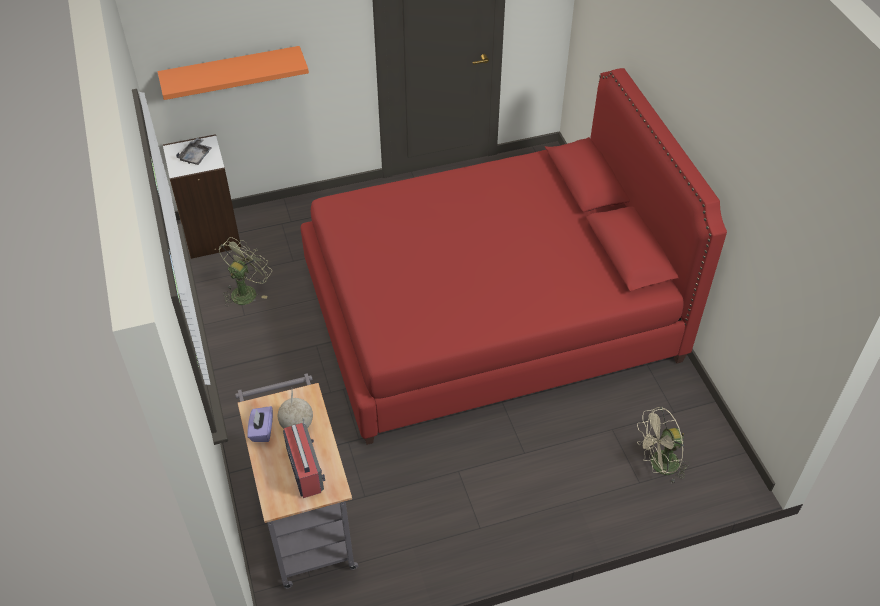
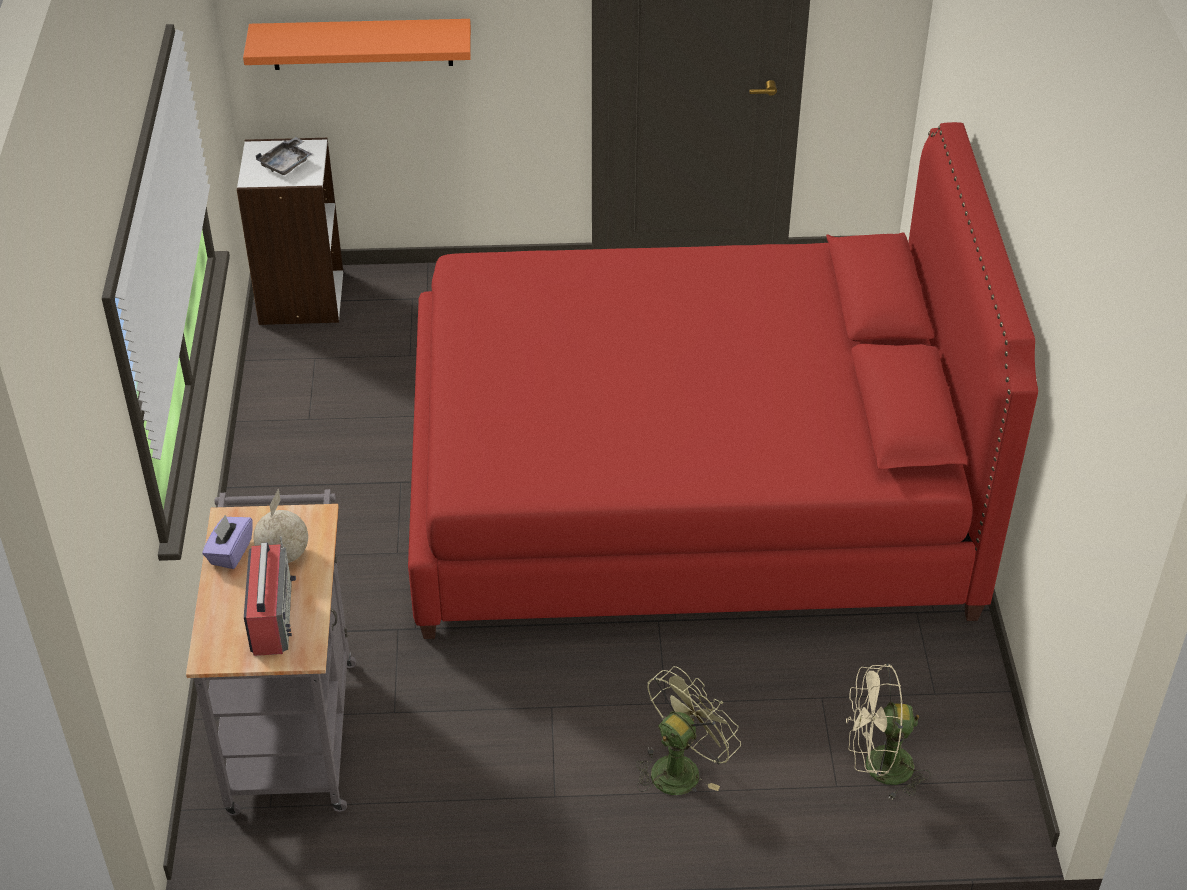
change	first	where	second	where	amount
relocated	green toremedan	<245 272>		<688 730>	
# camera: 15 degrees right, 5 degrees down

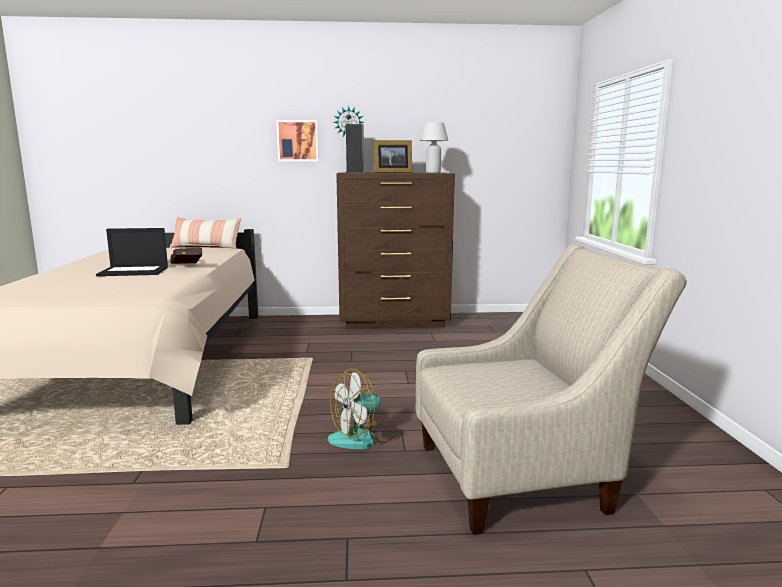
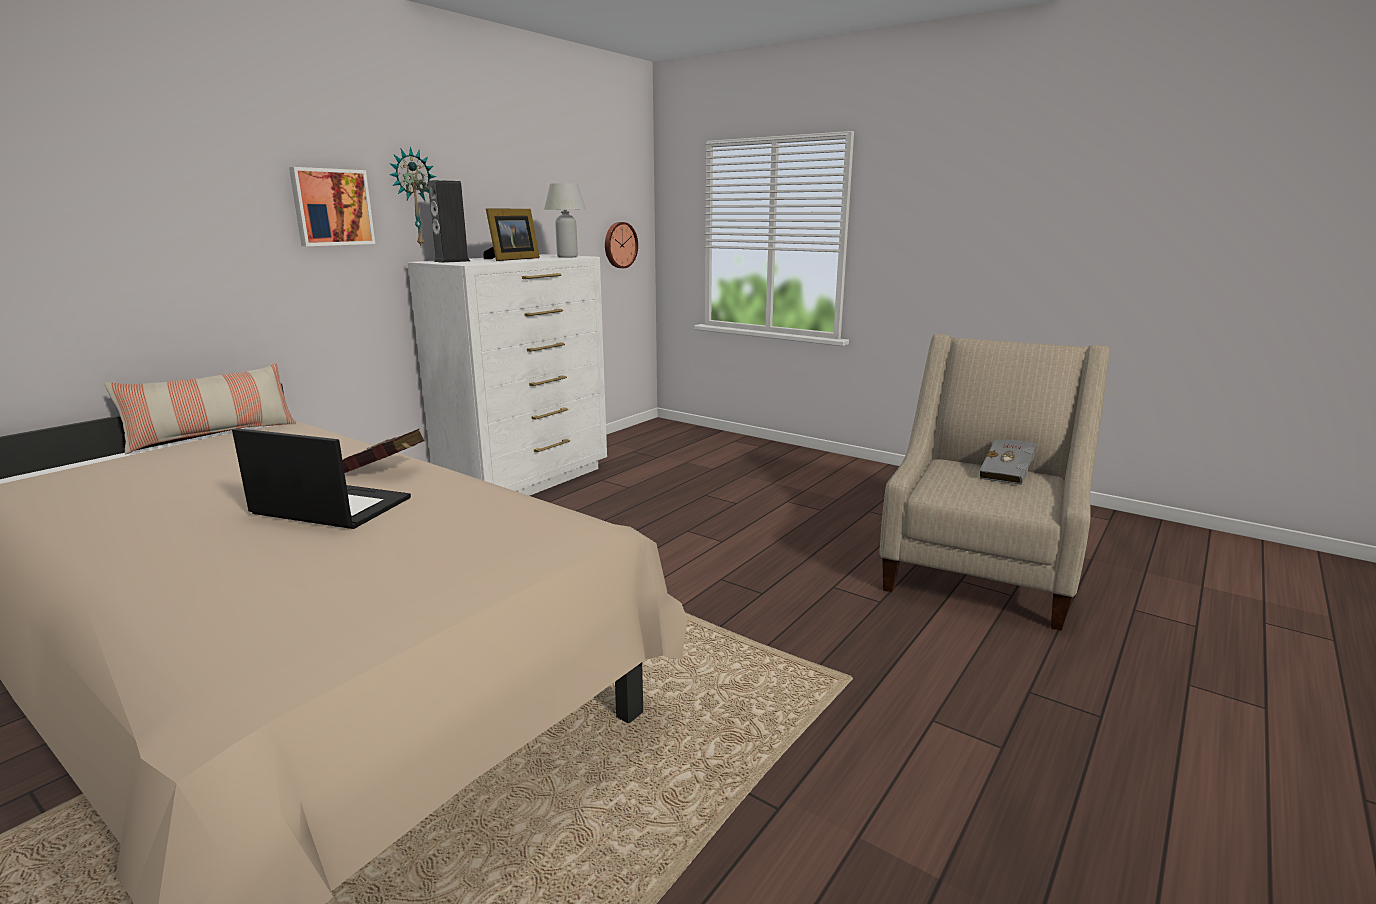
change	first	where	second	where	amount
spun	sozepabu	<132 252>		<321 478>	105 degrees counterclockwise
colour	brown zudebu	<395 251>	white zudebu	<507 375>	
appeared			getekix	<621 245>	
appeared			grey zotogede	<1008 462>	
missing	toremedan	<361 409>			
# camera: 50 degrees left, 5 degrees up

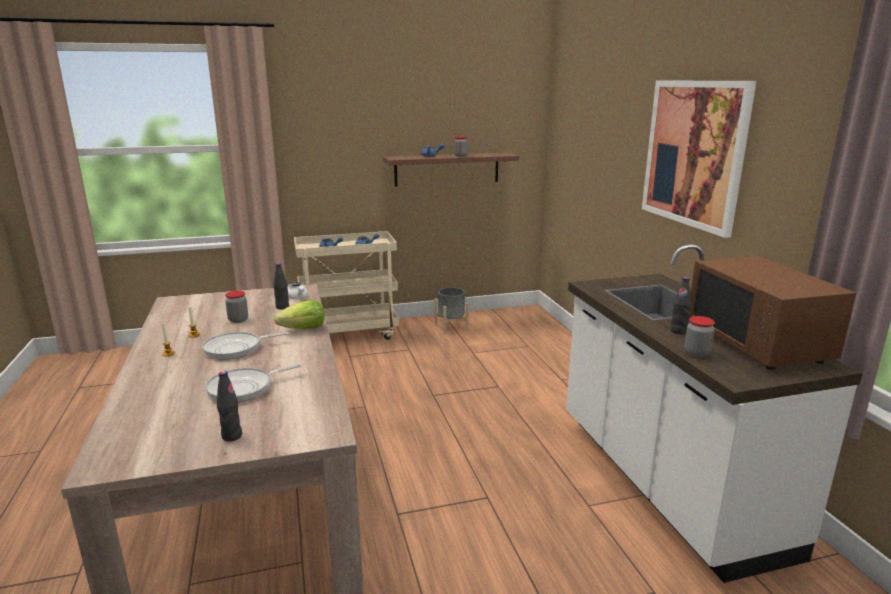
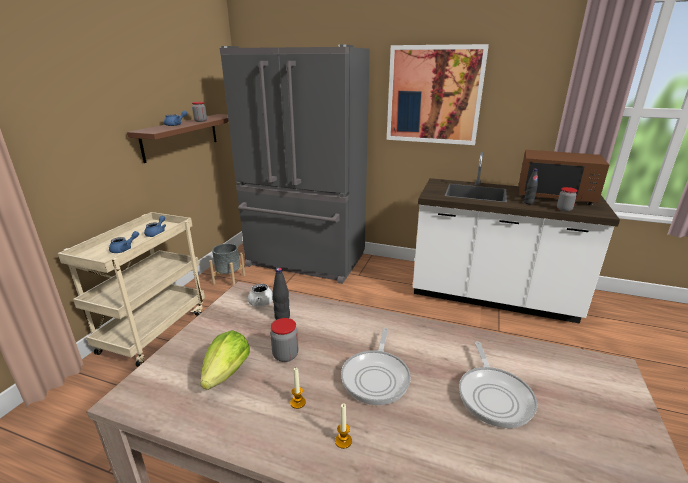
change	first	where	second	where	amount
relocated	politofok	<299 314>		<225 360>	
appeared			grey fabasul	<295 164>	
missing	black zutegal	<229 406>			
# camera: 55 degrees left, 5 degrees up

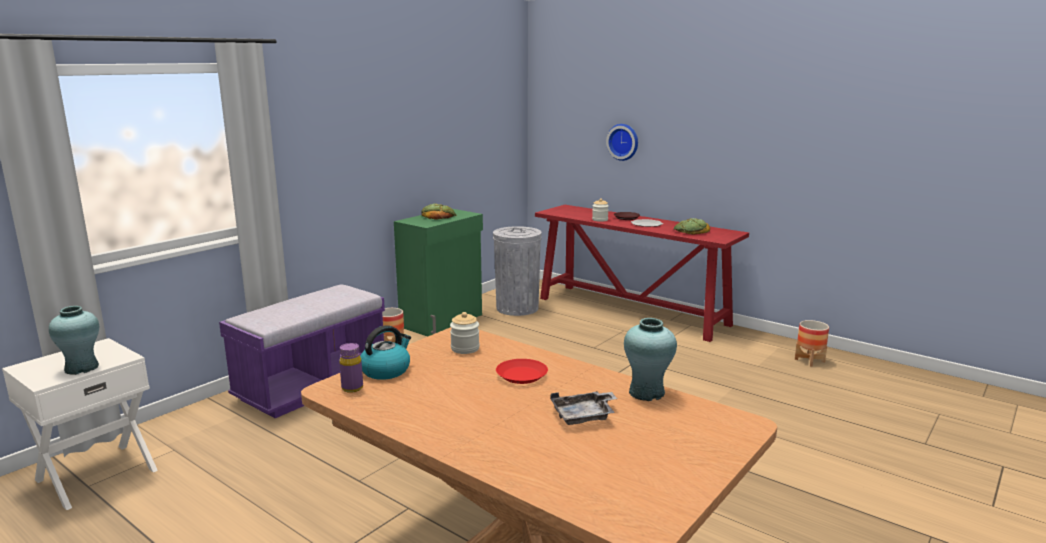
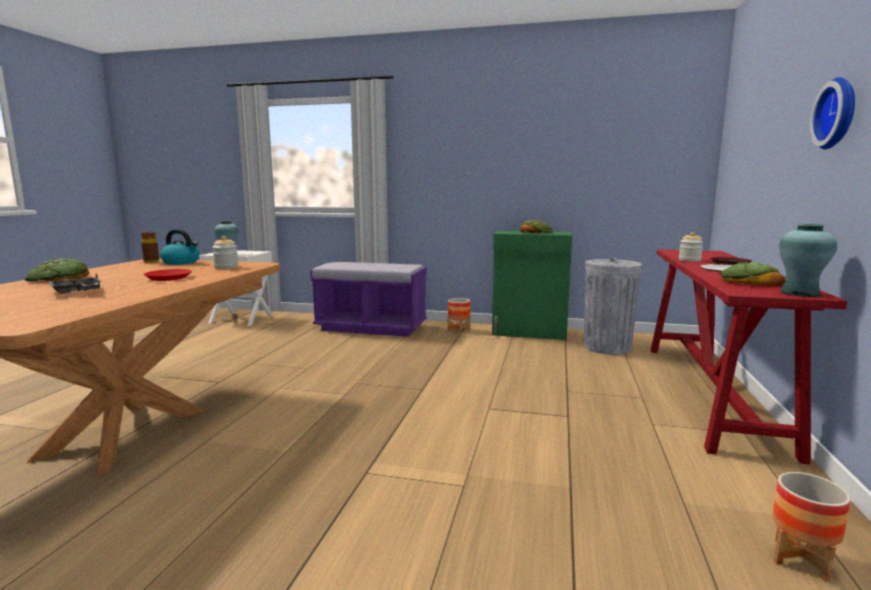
change	first	where	second	where	amount
appeared			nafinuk	<57 270>	
colour	purple zutegal	<351 368>	brown zutegal	<150 247>	
relocated	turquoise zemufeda	<650 359>		<808 260>	
relocated	getekix	<622 142>		<832 113>	
# camera: 65 degrees right, 5 degrees down

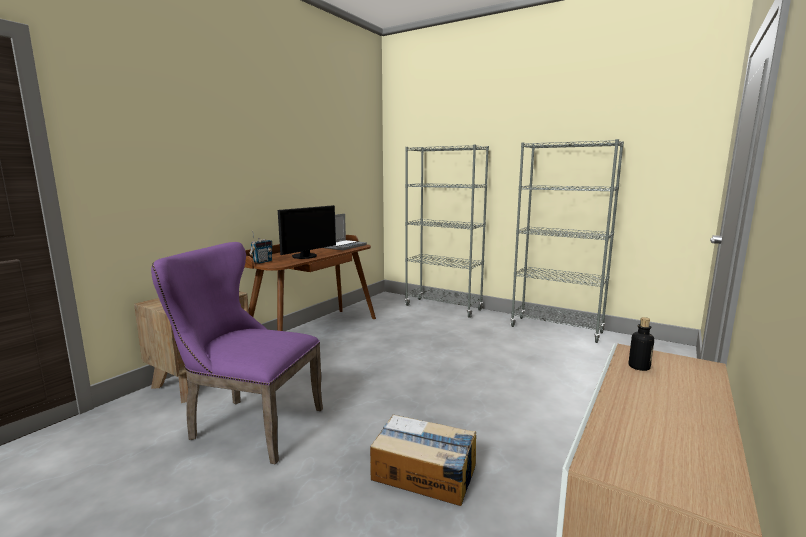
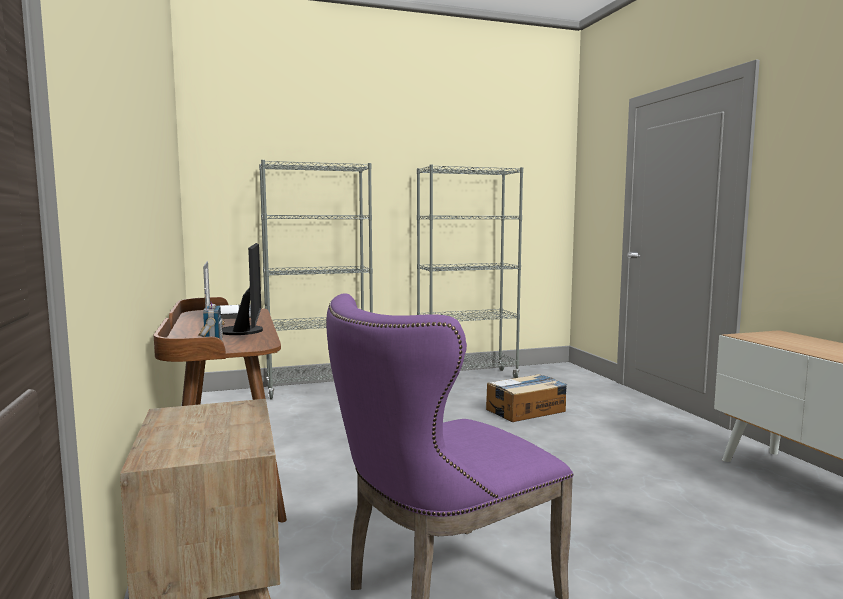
change	first	where	second	where	amount
relocated	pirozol	<423 460>		<526 398>	
missing	zutegal	<641 344>			
# camera: 50 degrees left, 5 degrees down

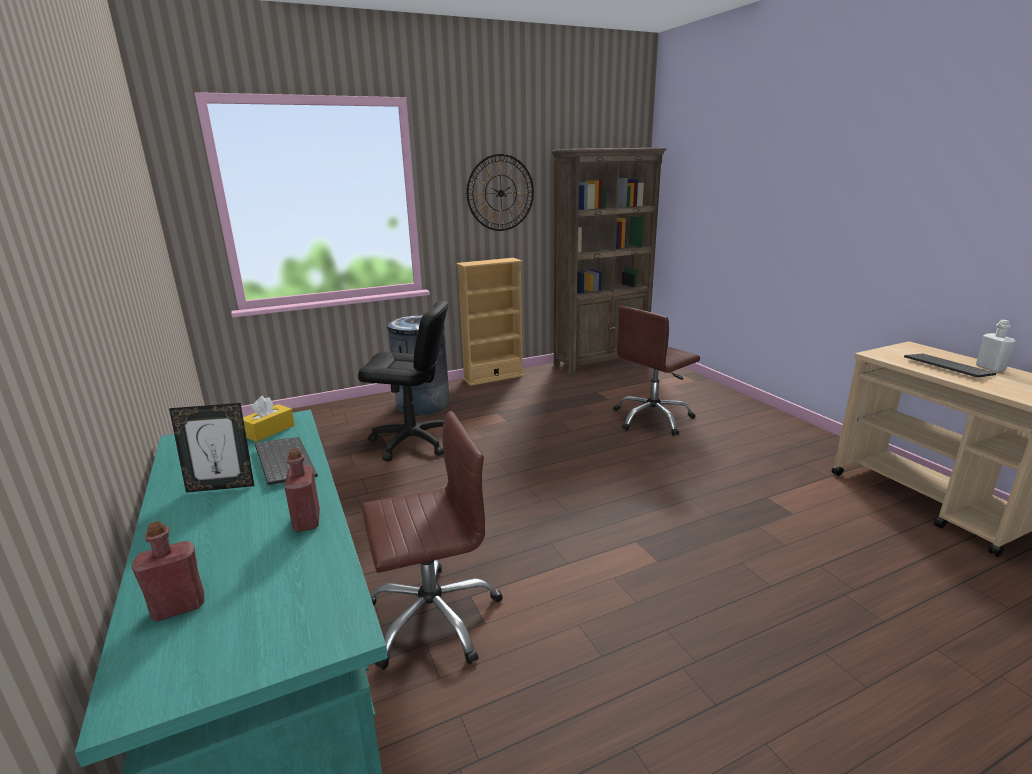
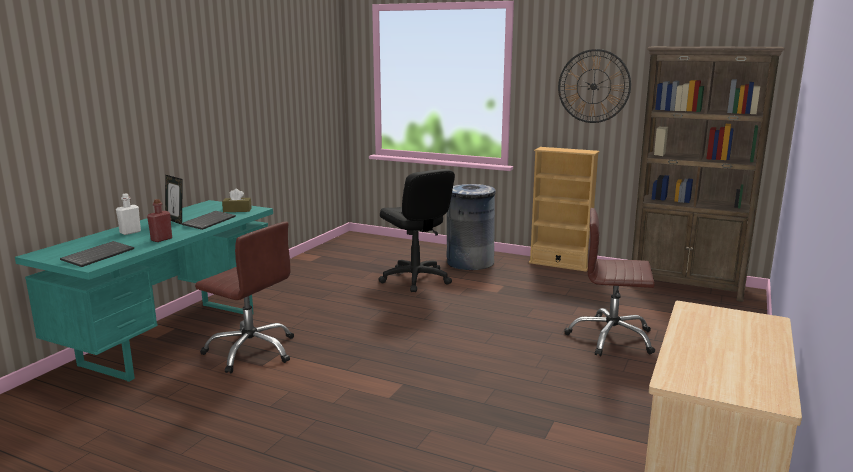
change	first	where	second	where	amount
relocated	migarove	<950 366>		<97 254>	
relocated	white zutegal	<996 346>		<128 214>	
colour	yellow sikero	<269 419>	brown sikero	<237 200>	
missing	red zutegal	<168 571>			
# camera: 50 degrees right, 5 degrees down

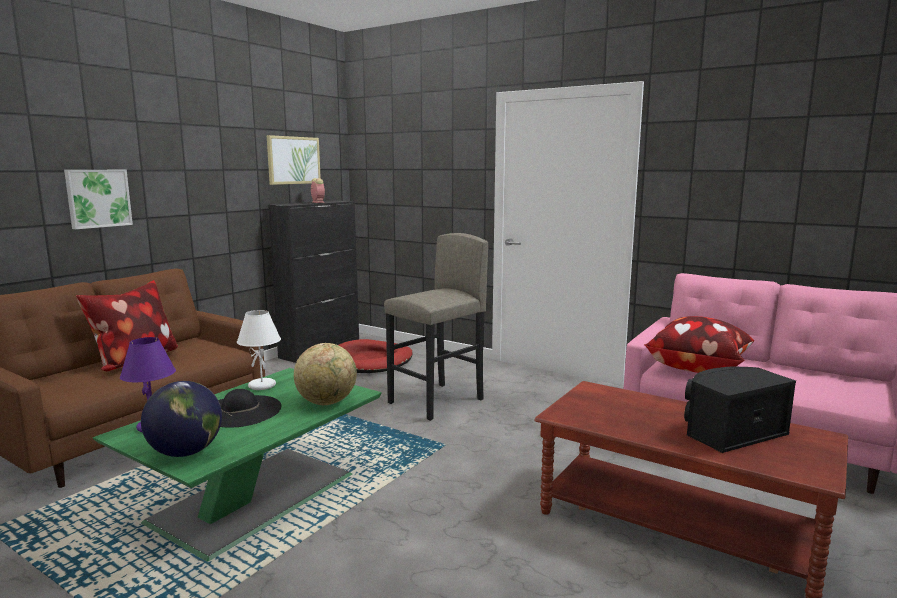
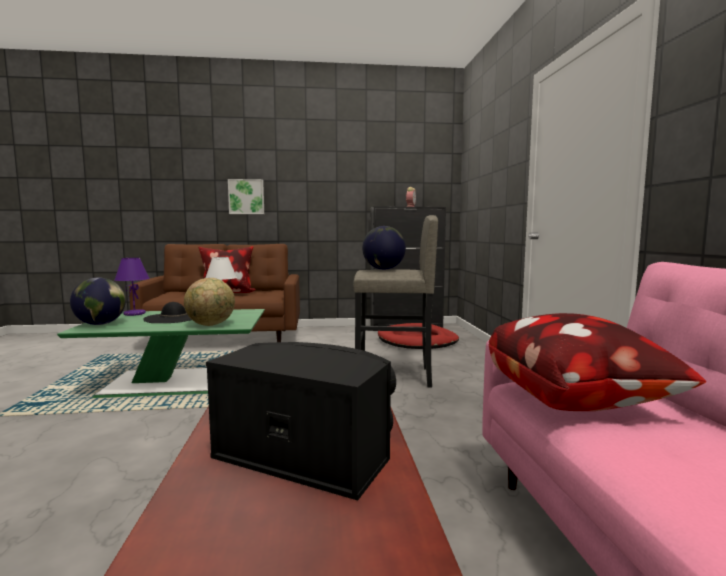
change	first	where	second	where	amount
appeared			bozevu	<384 248>	
missing	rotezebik	<294 160>			
# camera: 50 degrees right, 5 degrees down

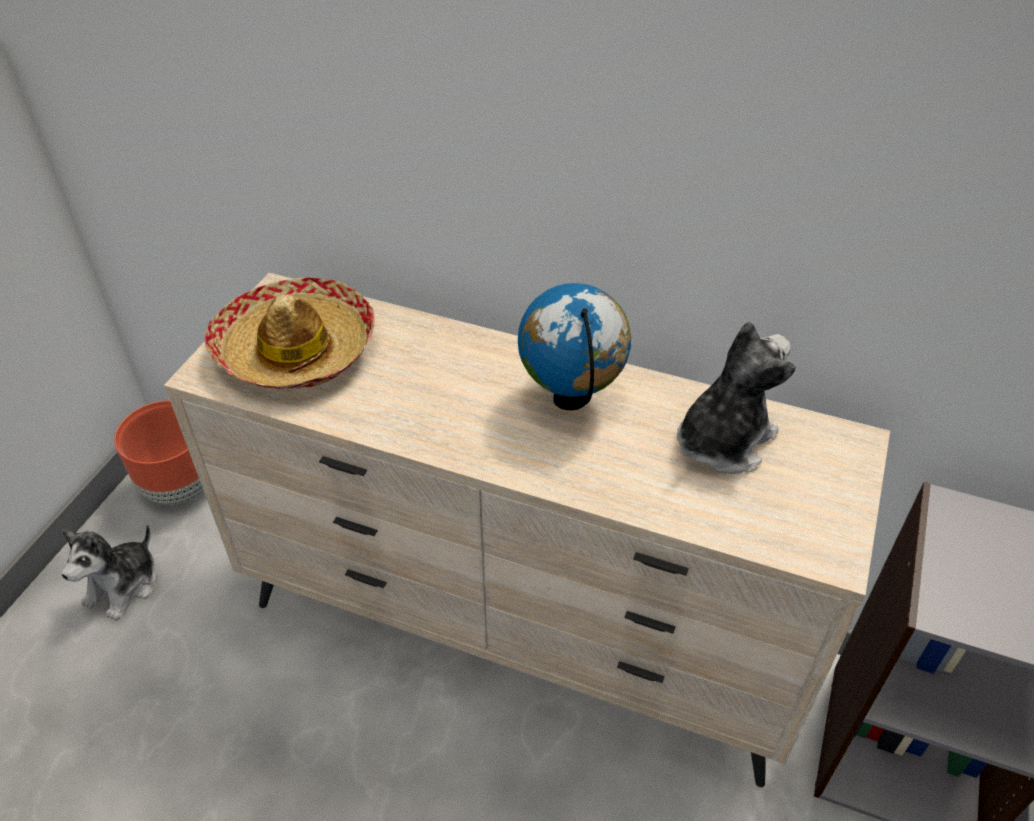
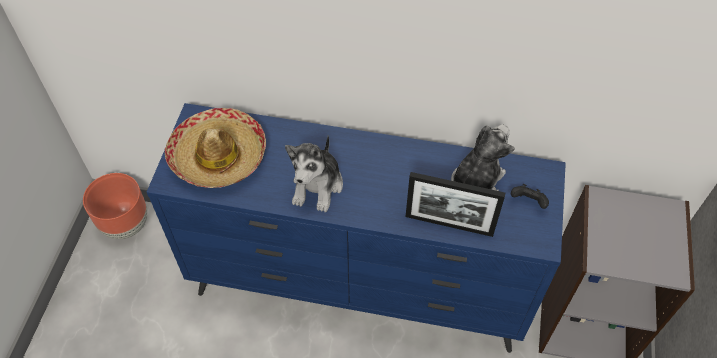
change	first	where	second	where	amount
colour	beige zudebu	<527 530>	blue zudebu	<356 228>	
relocated	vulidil	<109 572>		<314 173>	
appeared			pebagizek	<455 204>	
appeared			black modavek	<530 196>	
missing	bozevu	<574 346>			
# camera: 10 degrees left, 10 degrees up

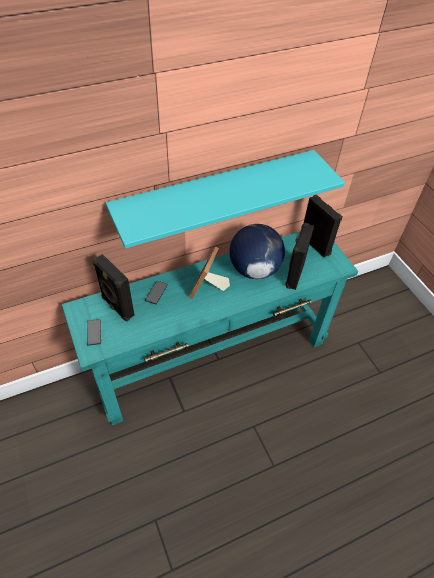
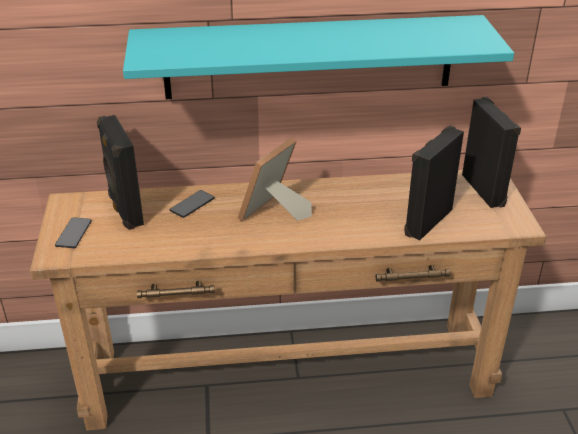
change	first	where	second	where	amount
colour	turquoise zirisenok	<210 328>	brown zirisenok	<288 300>	
missing	bozevu	<257 251>			
# camera: 20 degrees right, 15 degrees down

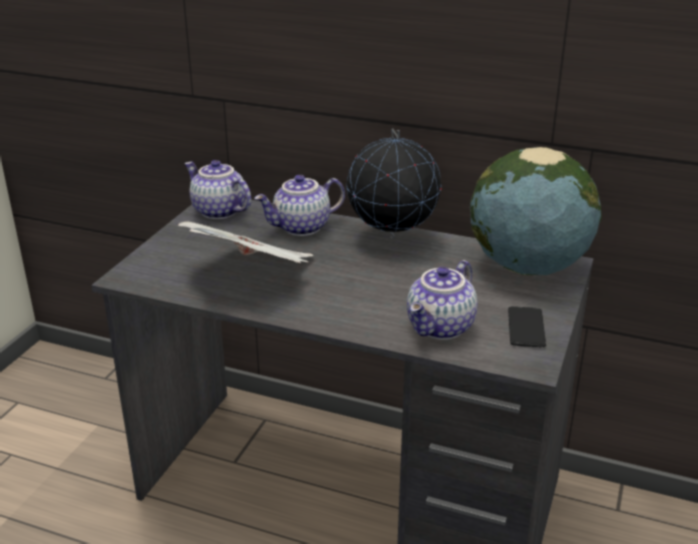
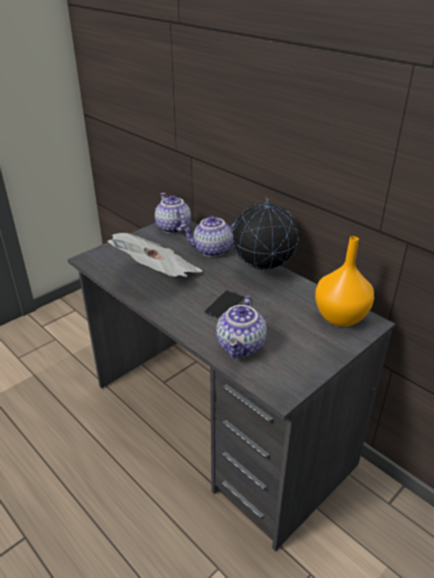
change	first	where	second	where	amount
relocated	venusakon	<527 326>		<224 305>	
spun	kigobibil	<442 300>		<241 327>	45 degrees counterclockwise
exchanged	bozevu	<535 211>	orange zemufeda	<344 281>	
# camera: 25 degrees right, 5 degrees up

